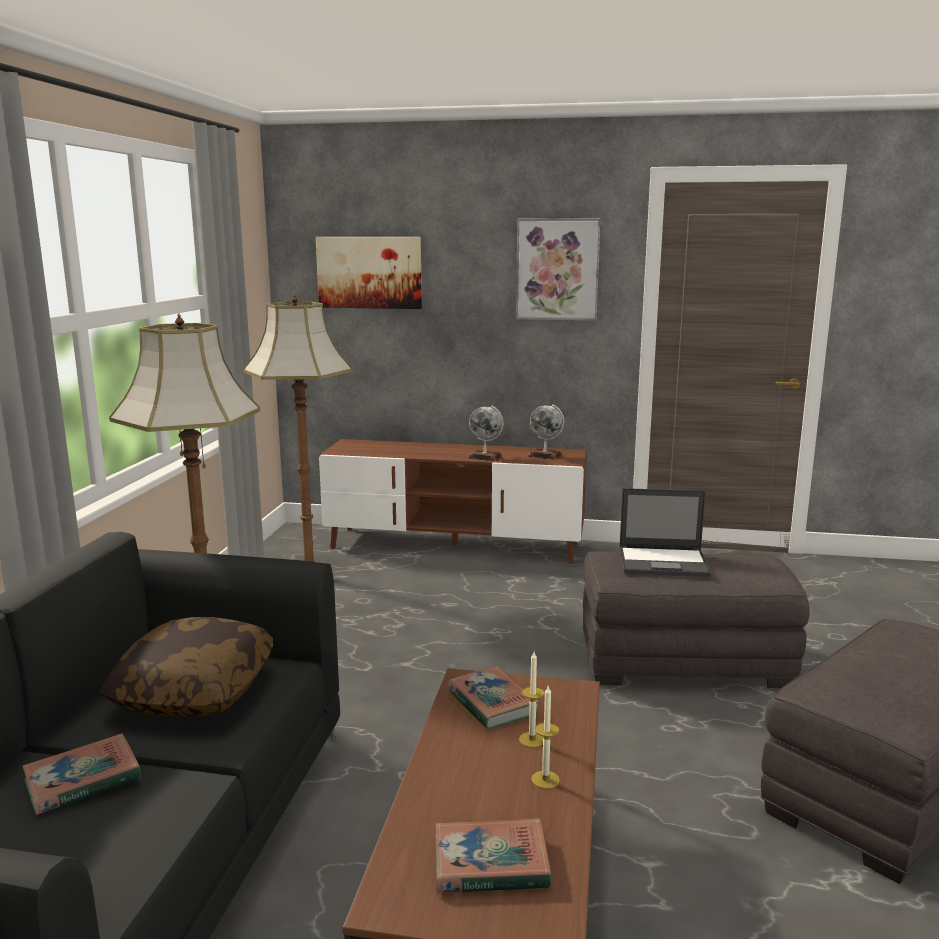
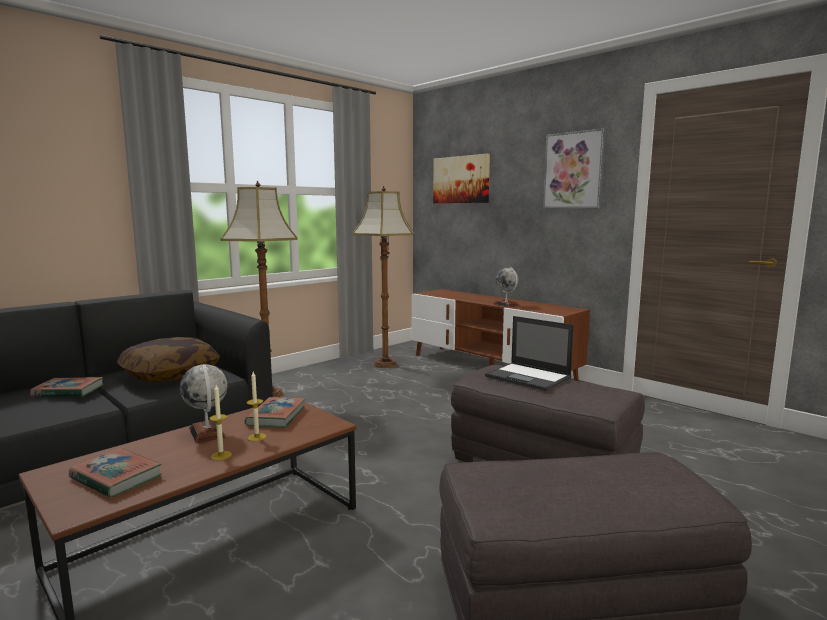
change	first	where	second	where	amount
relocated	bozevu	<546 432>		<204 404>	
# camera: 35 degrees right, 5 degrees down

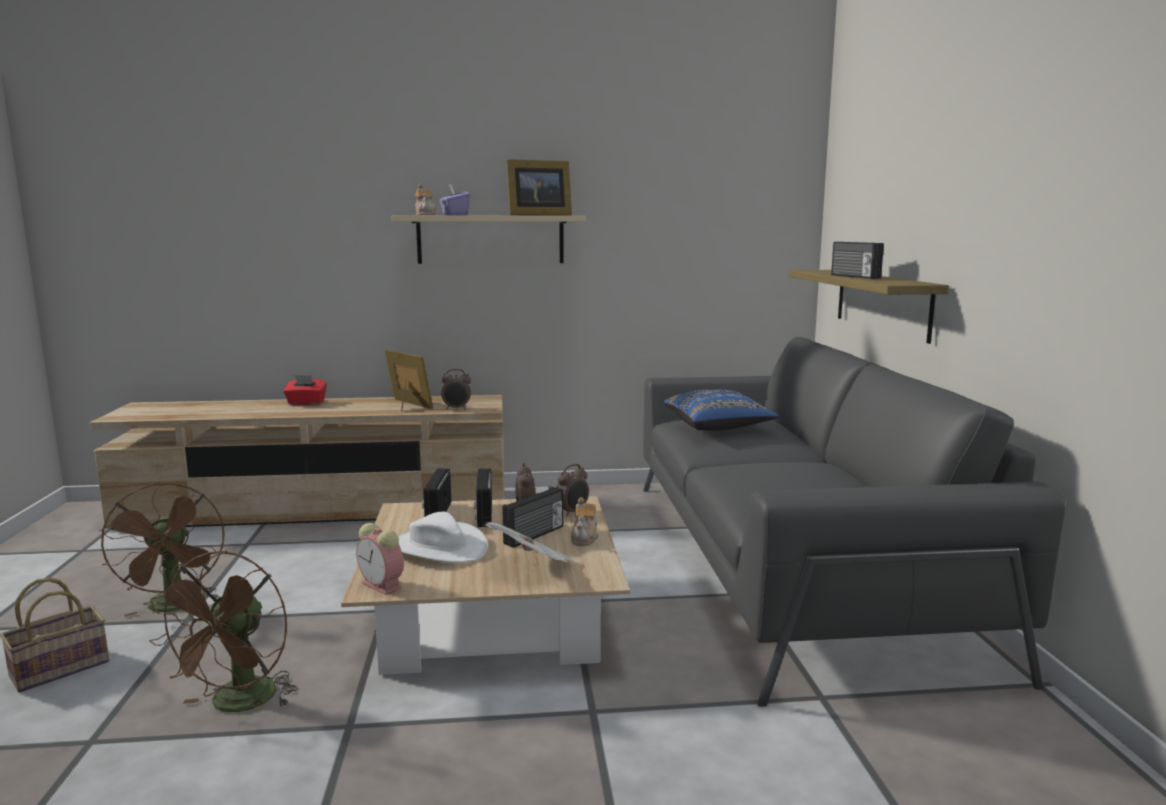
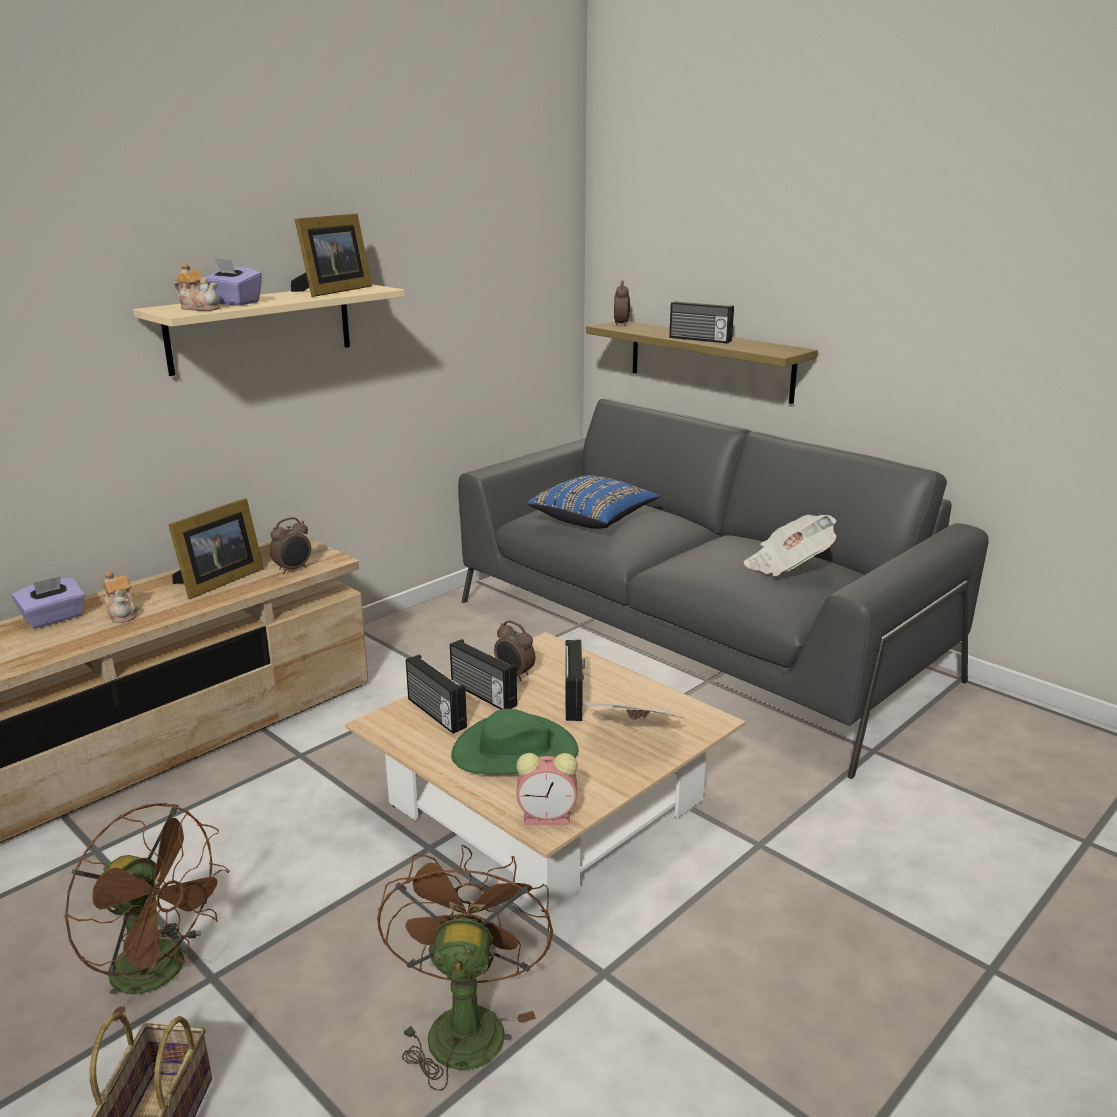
change	first	where	second	where	amount
colour	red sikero	<305 390>	purple sikero	<48 602>	
relocated	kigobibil	<585 521>		<120 597>	
spun	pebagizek	<409 380>		<216 548>	120 degrees clockwise
spun	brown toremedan	<223 631>		<465 968>	150 degrees counterclockwise
colour	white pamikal	<443 537>	green pamikal	<515 741>	
relocated	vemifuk	<572 490>		<622 303>	
appeared			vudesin	<790 545>	
# camera: 40 degrees left, 10 degrees up

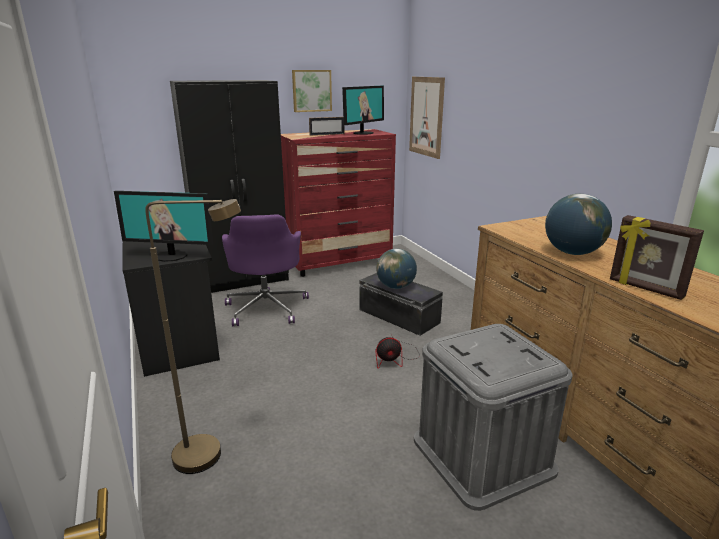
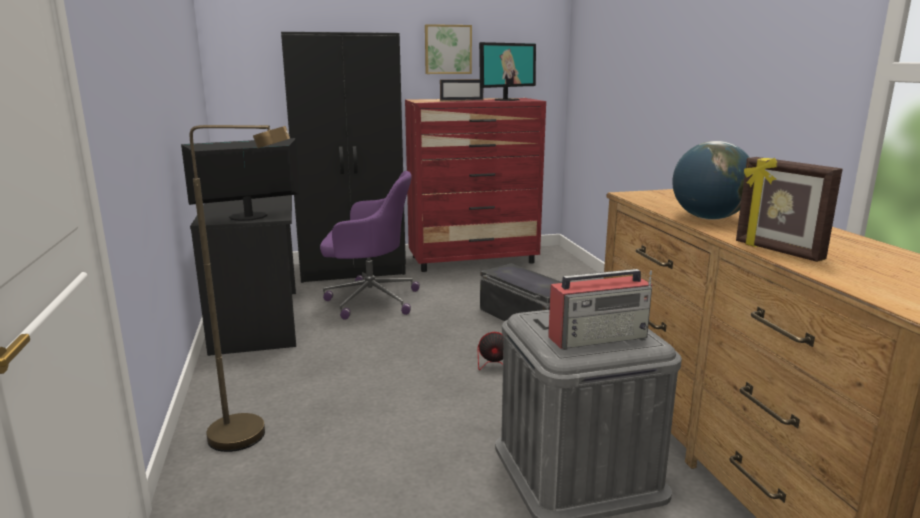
change	first	where	second	where	amount
spun	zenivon	<163 226>		<240 179>	135 degrees clockwise
spun	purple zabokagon	<265 270>		<370 245>	90 degrees counterclockwise
appeared			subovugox	<600 309>	
missing	bozevu	<396 269>			
missing	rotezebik	<427 118>			
# camera: 10 degrees right, 5 degrees down

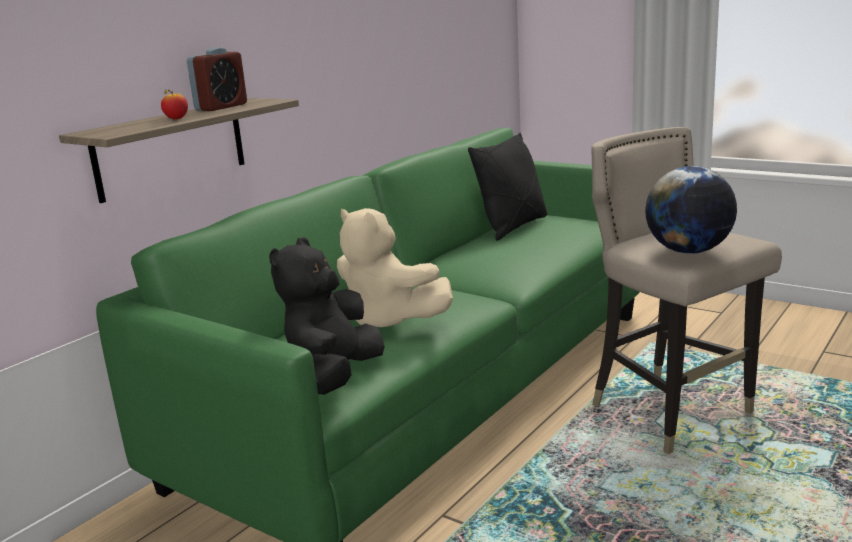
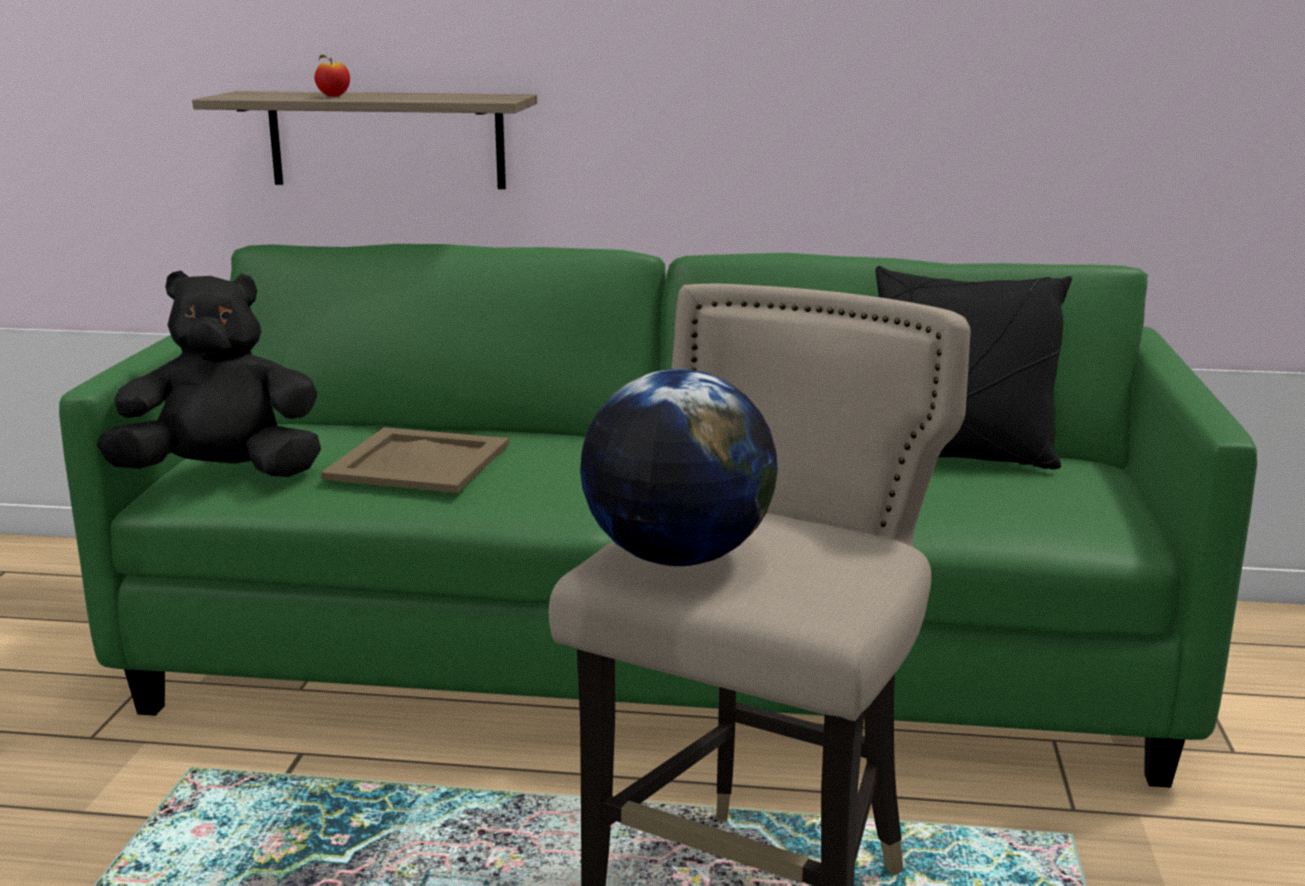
change	first	where	second	where	amount
exchanged	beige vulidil	<395 267>	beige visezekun	<415 460>	
missing	vemifuk	<217 79>			
# camera: 60 degrees right, 0 degrees up

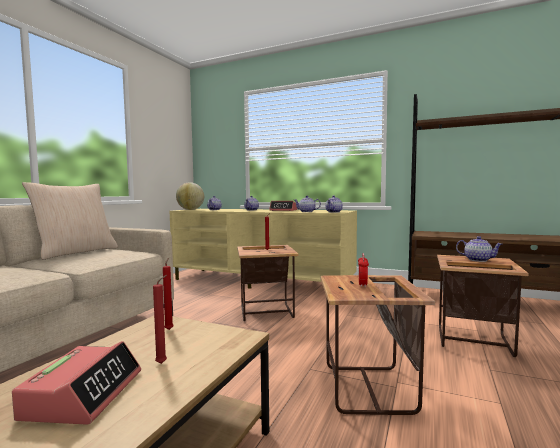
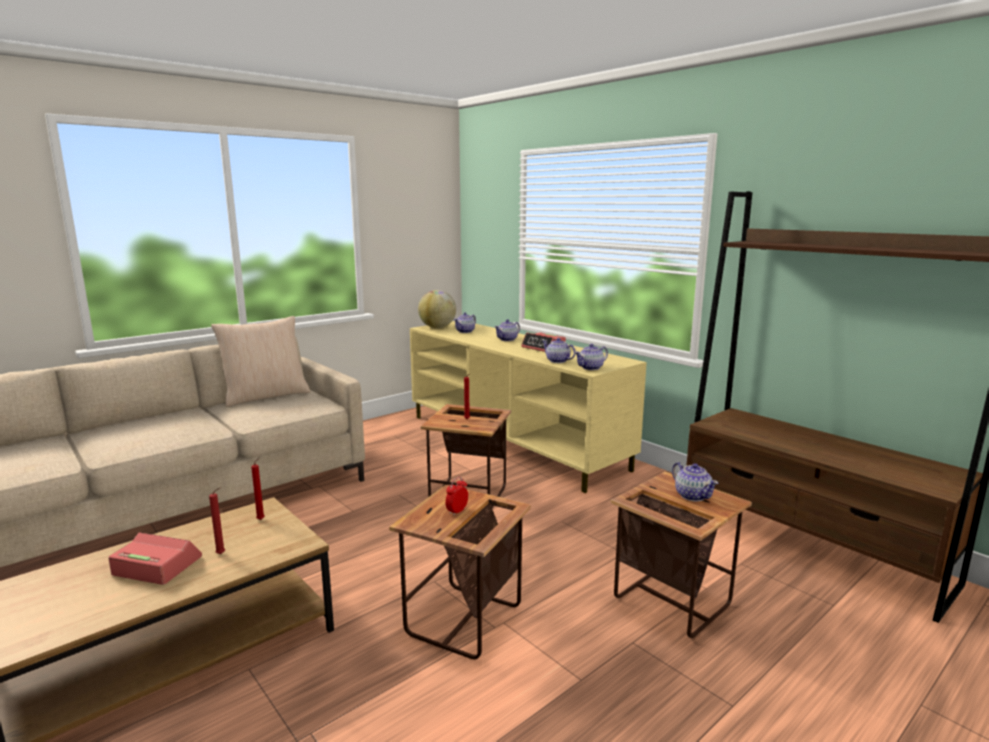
change	first	where	second	where	amount
spun	vemifuk	<76 383>		<155 558>	105 degrees counterclockwise
# camera: 25 degrees right, 10 degrees up

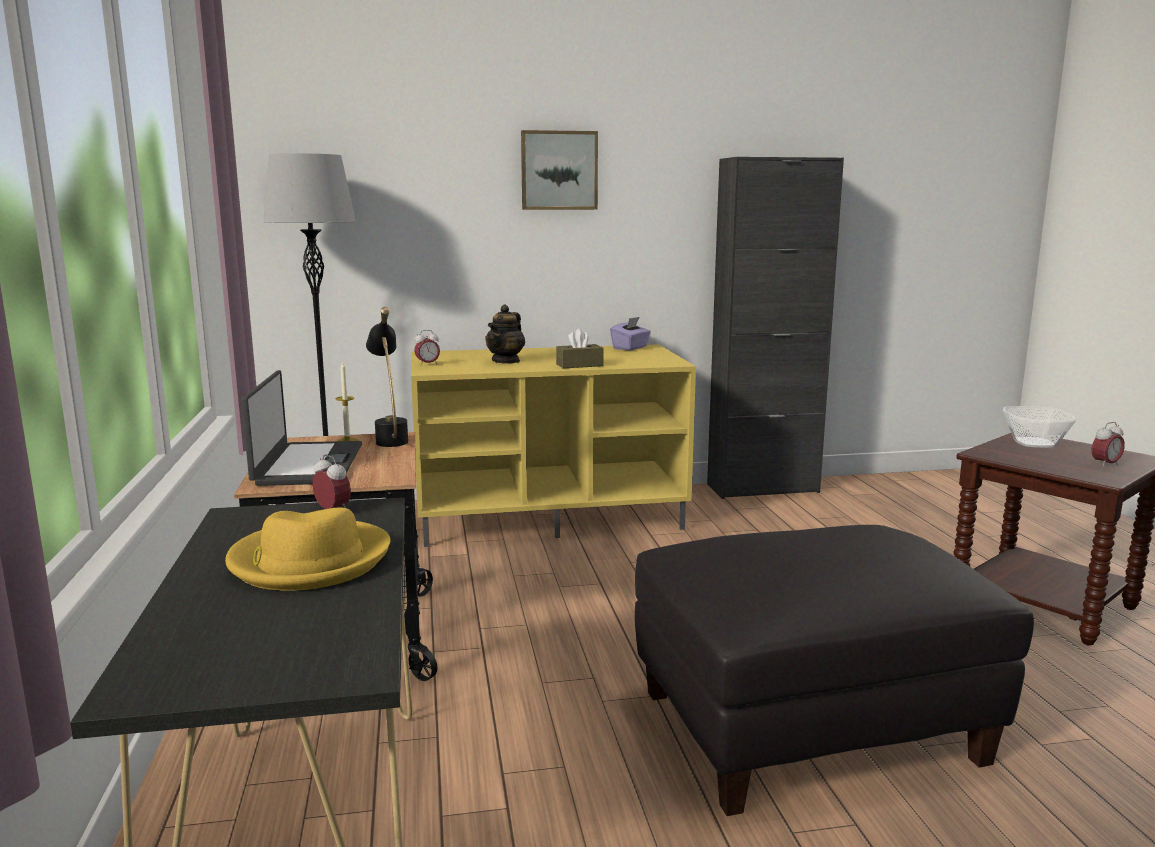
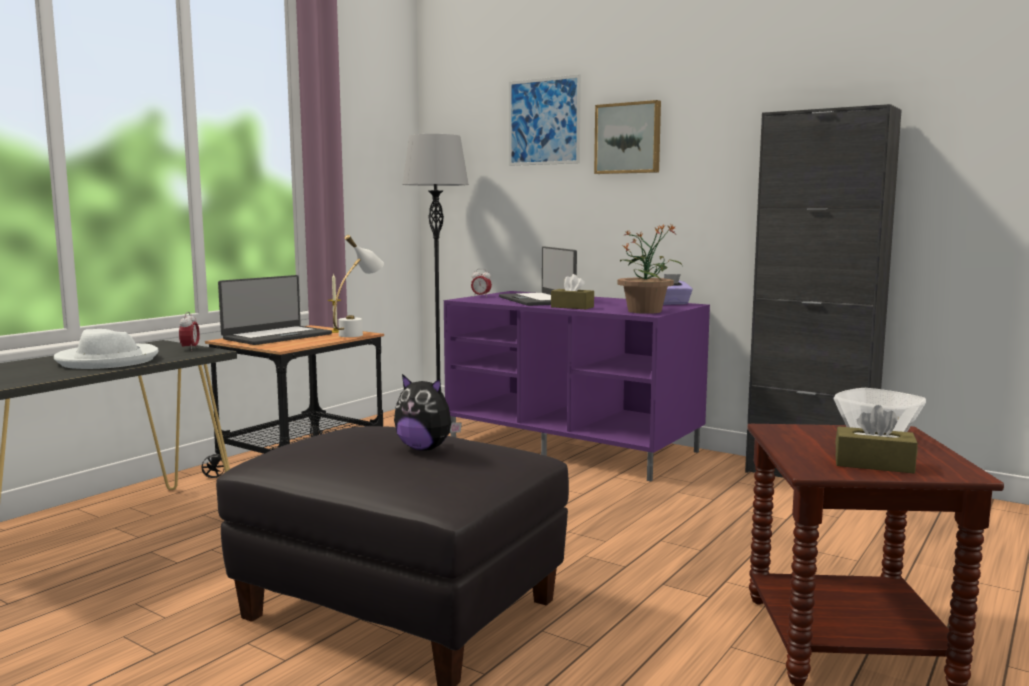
change	first	where	second	where	amount
colour	yellow pamikal	<308 549>	white pamikal	<106 349>	
colour	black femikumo	<387 377>	white femikumo	<358 286>	
appeared			vulidil	<428 412>	
colour	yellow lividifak	<553 445>	purple lividifak	<577 386>	
exchanged	kigobibil	<505 334>	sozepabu	<538 276>	
appeared			rotezebik	<545 120>	
appeared			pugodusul	<650 269>	
exchanged	vemifuk	<1108 445>	brown sikero	<876 439>	
# camera: 45 degrees right, 5 degrees down

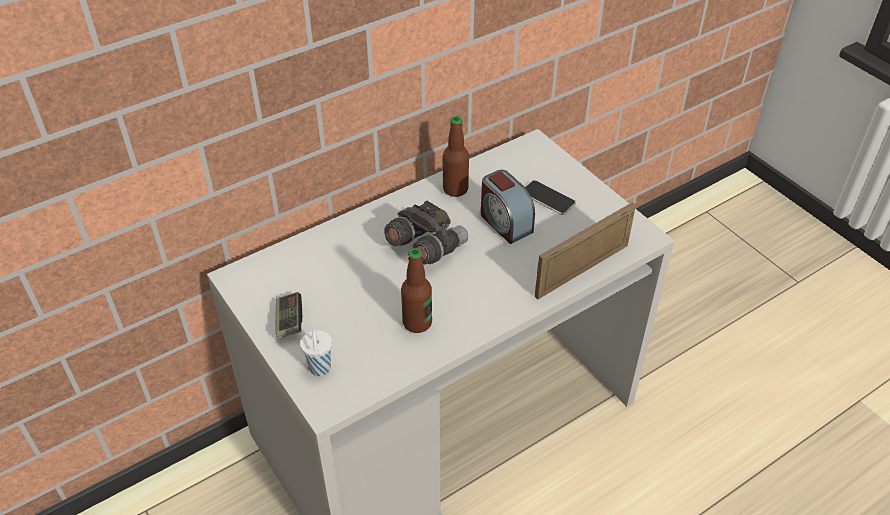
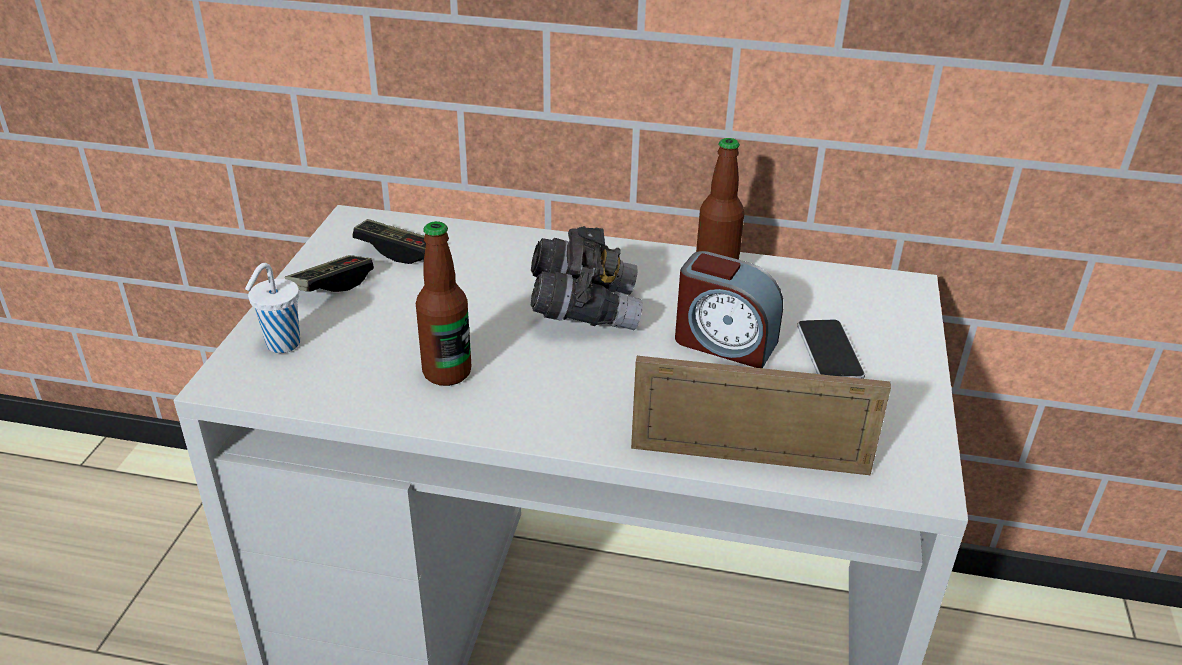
change	first	where	second	where	amount
appeared			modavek	<389 241>	
spun	vemifuk	<508 207>		<729 309>	75 degrees counterclockwise
# camera: 45 degrees right, 10 degrees down

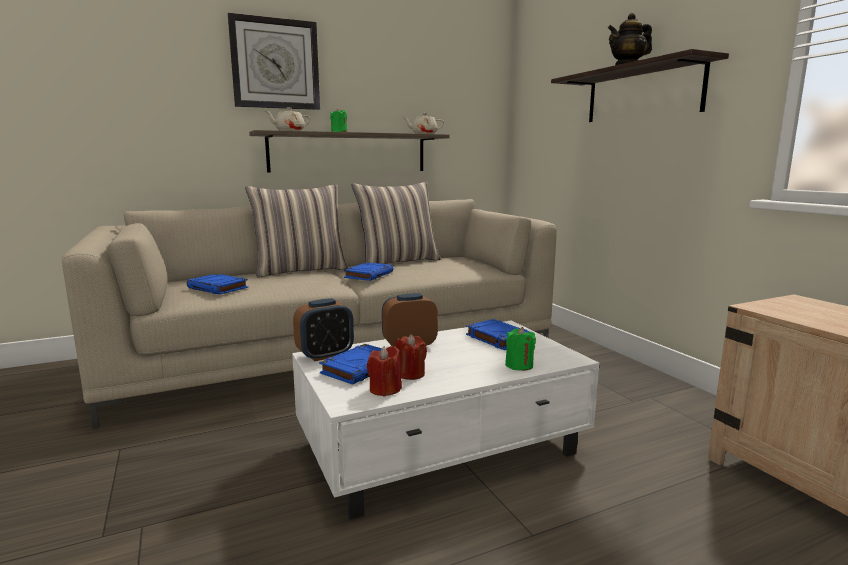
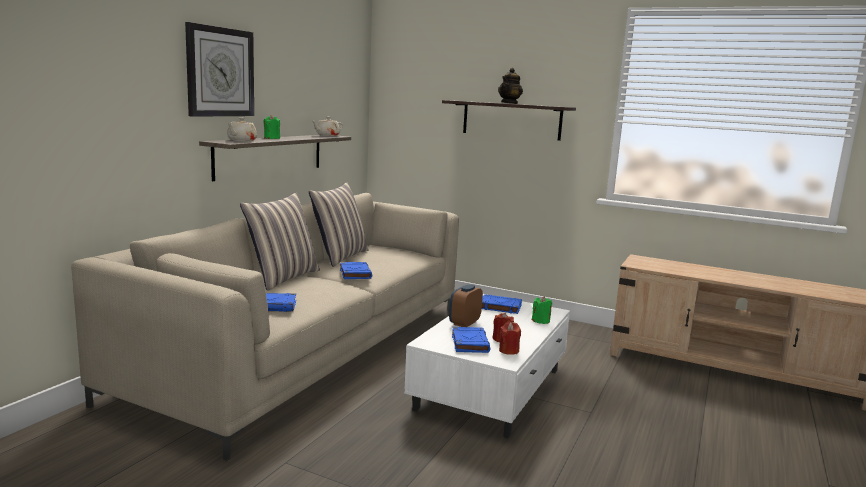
change	first	where	second	where	amount
missing	vemifuk	<323 330>			
# camera: 40 degrees left, 0 degrees up

